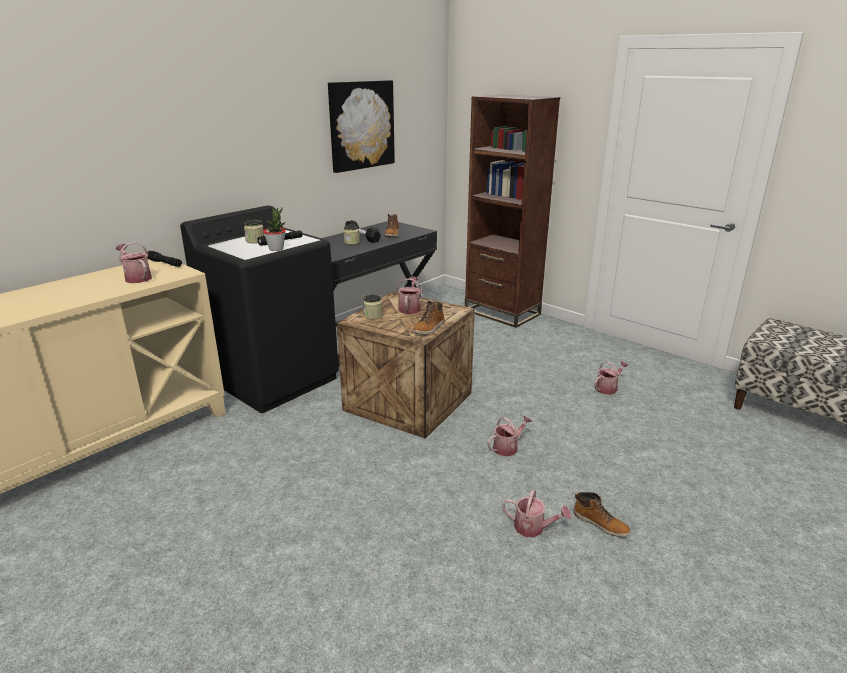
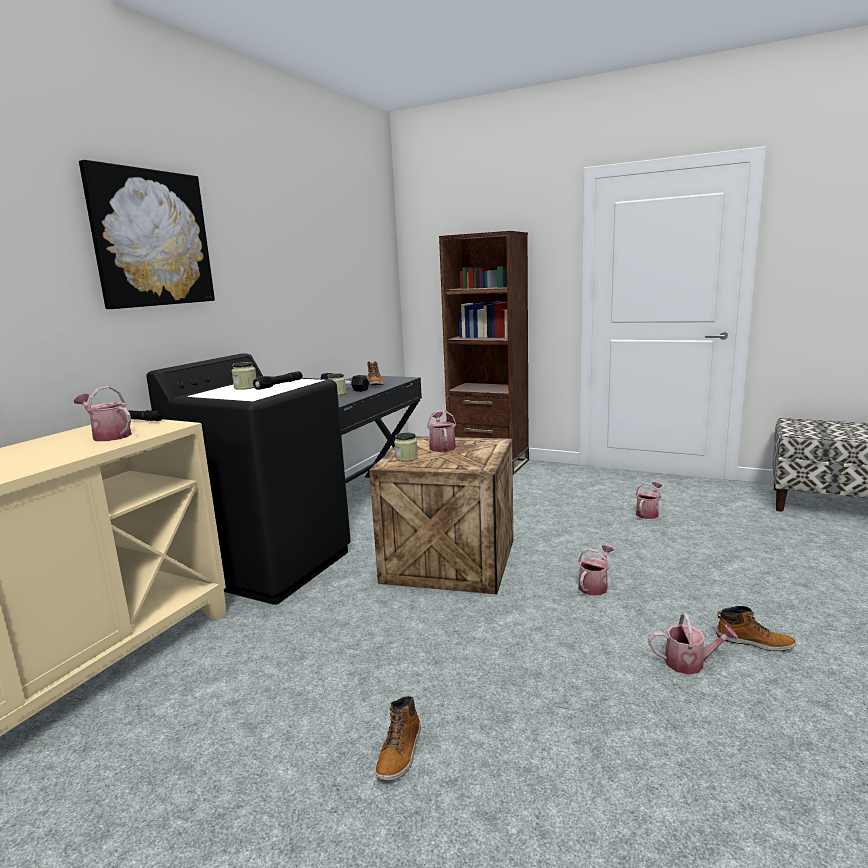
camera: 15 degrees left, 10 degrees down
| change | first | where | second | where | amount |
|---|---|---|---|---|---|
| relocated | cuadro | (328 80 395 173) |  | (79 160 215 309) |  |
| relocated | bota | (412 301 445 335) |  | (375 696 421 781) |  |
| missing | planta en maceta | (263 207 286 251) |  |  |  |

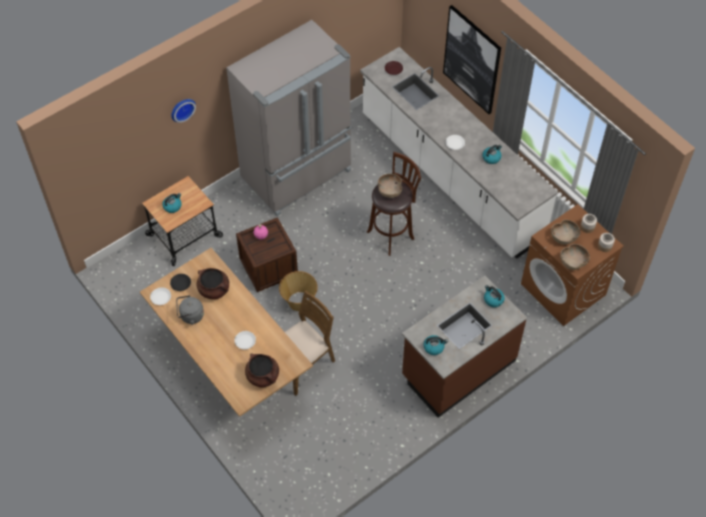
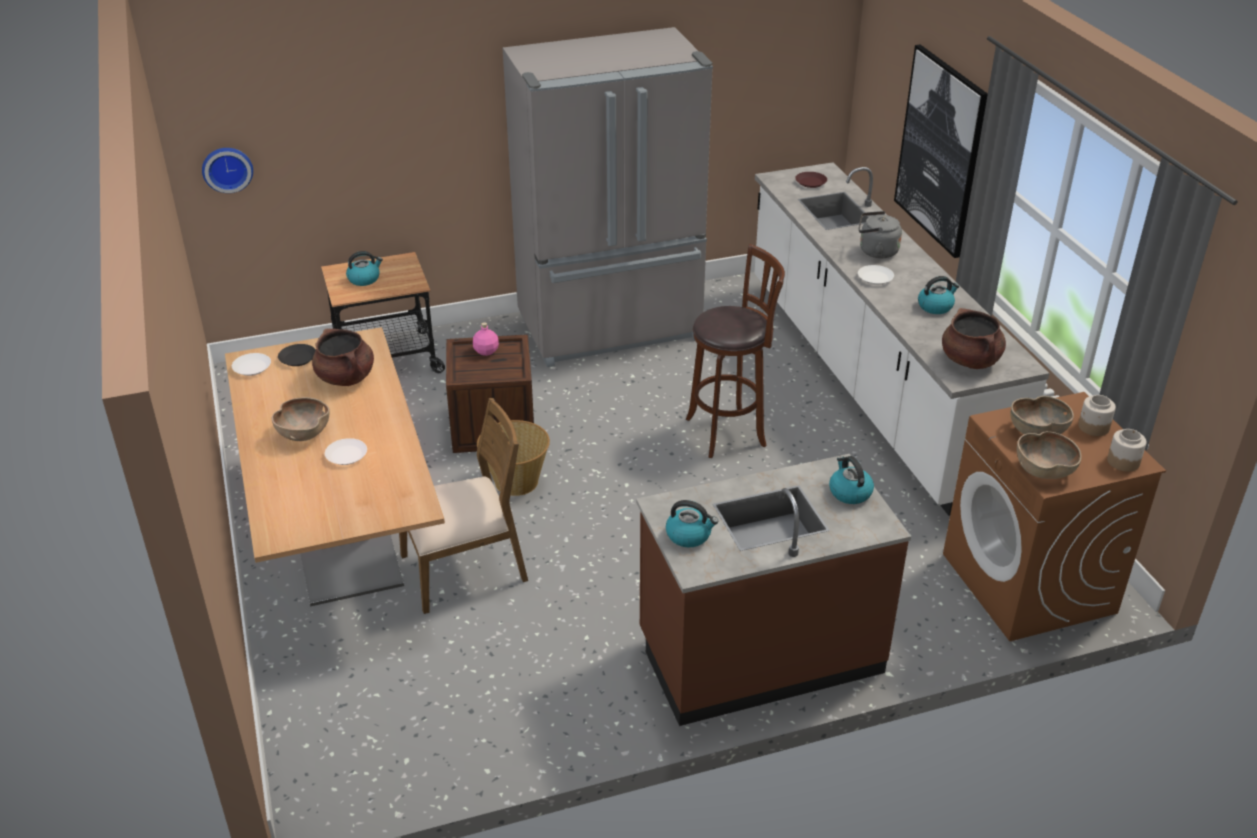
camera: 20 degrees right, 20 degrees down
| change | first | where | second | where | amount |
|---|---|---|---|---|---|
| relocated | reloj de pared | (171 99 196 123) |  | (202 148 253 193) |  |
| relocated | cuenco [marrón] | (378 174 402 198) |  | (272 397 330 441) |  |
| relocated | hervidor [gris] | (176 295 204 325) |  | (859 211 902 258) |  |
| relocated | olla [marrón] | (245 353 279 388) |  | (942 308 1006 369) |  |

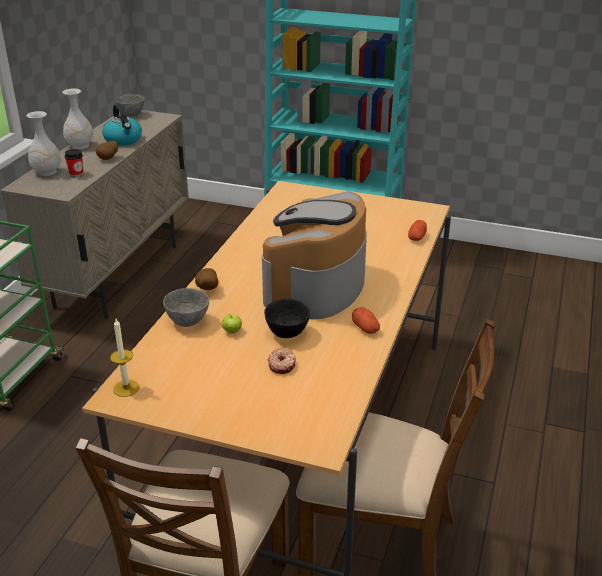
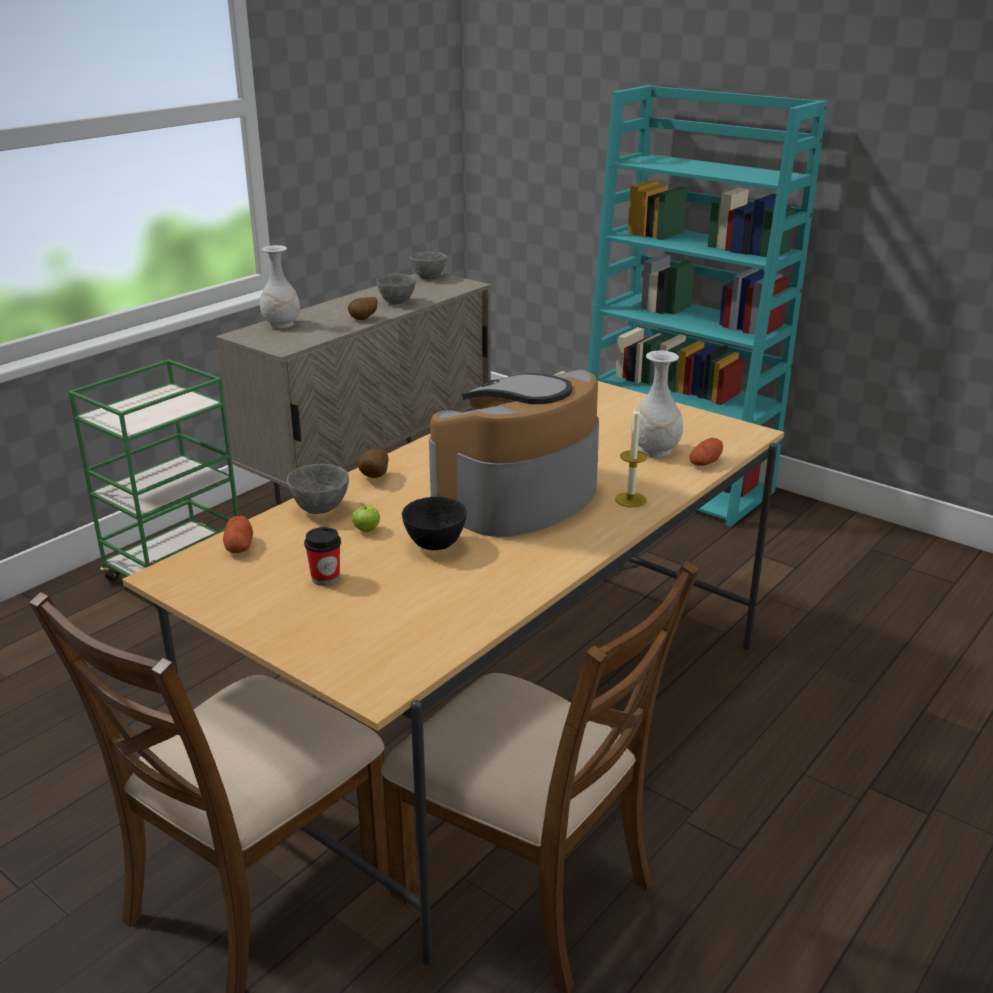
camera: 20 degrees right, 5 degrees down
| change | first | where | second | where | amount |
|---|---|---|---|---|---|
| relocated | patata | (352 307 380 334) |  | (223 516 253 553) |  |
| relocated | taza | (65 149 83 177) |  | (304 527 341 586) |  |
| exchanged | hervidor | (102 103 142 146) | cuenco [gris] | (376 274 416 304) |  |
| relocated | vela | (110 319 140 397) |  | (615 407 647 507) |  |
| relocated | florero [blanco] | (62 88 93 150) |  | (631 351 683 457) |  |
| missing | rosquilla | (268 348 296 374) |  |  |  |

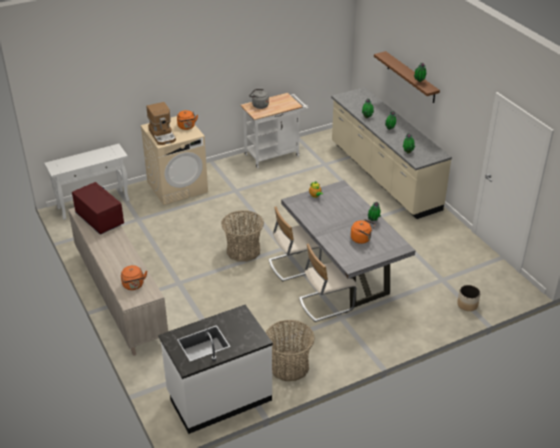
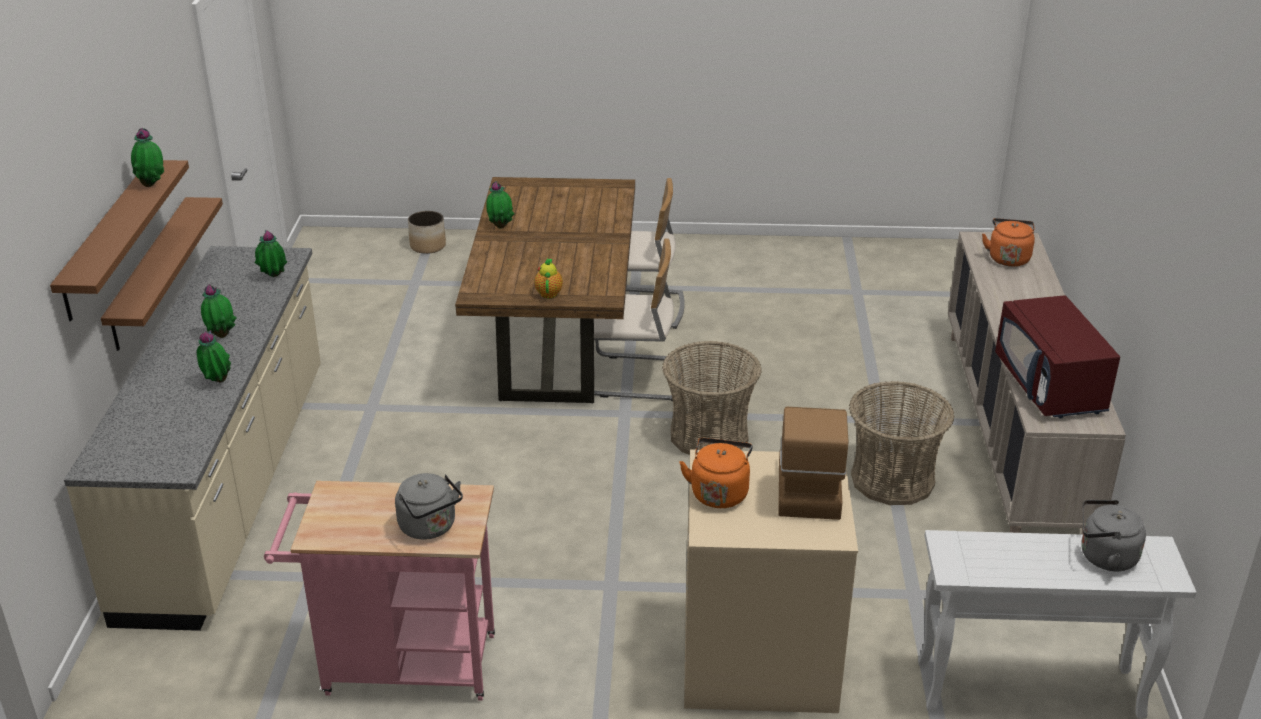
camera: 150 degrees left, 5 degrees down
| change | first | where | second | where | amount |
|---|---|---|---|---|---|
| appeared |  |  | estante [marrón] | (101 197 223 351) |  |
| colour | carrito [blanco] | (240 93 308 168) | carrito [rosa] | (264 481 495 700) |  |
| colour | mesa de comedor [gris] | (281 180 416 308) | mesa de comedor [marrón] | (455 177 635 404) |  |
| relocated | cesta | (266 320 315 381) |  | (849 381 954 505) |  |
| appeared |  |  | hervidor [gris] | (1081 500 1146 571) |  |
| missing | mueble bajo de cocina [blanco] | (158 305 273 434) |  |  |  |
| missing | hervidor [naranja] | (351 219 375 244) |  |  |  |

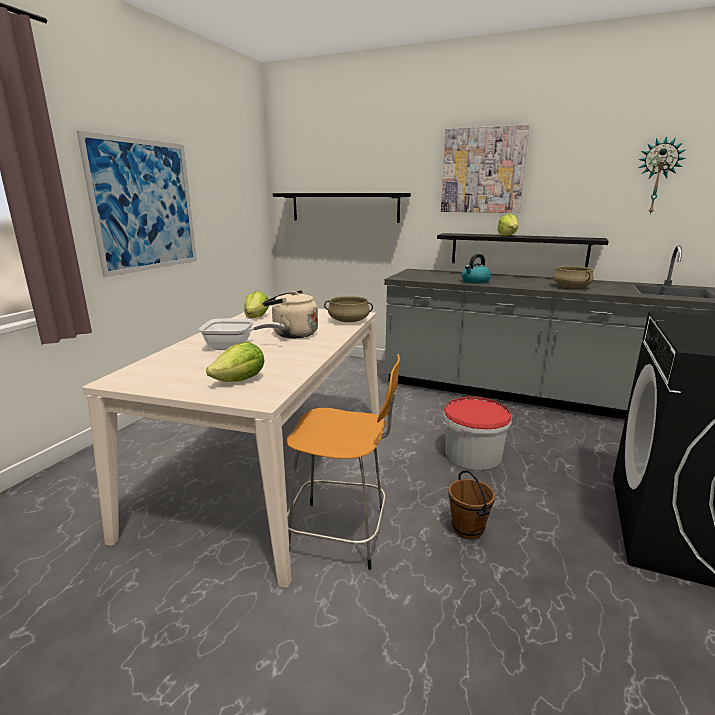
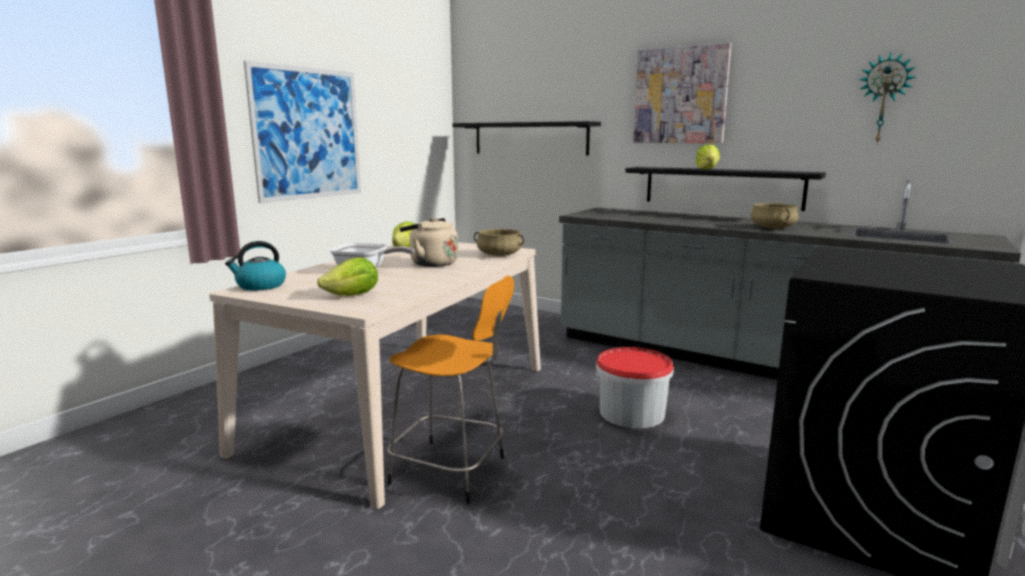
camera: 10 degrees right, 5 degrees down
| change | first | where | second | where | amount |
|---|---|---|---|---|---|
| relocated | hervidor | (462 254 491 284) |  | (225 241 286 290) |  |
| missing | cubo [marrón] | (448 470 495 540) |  |  |  |

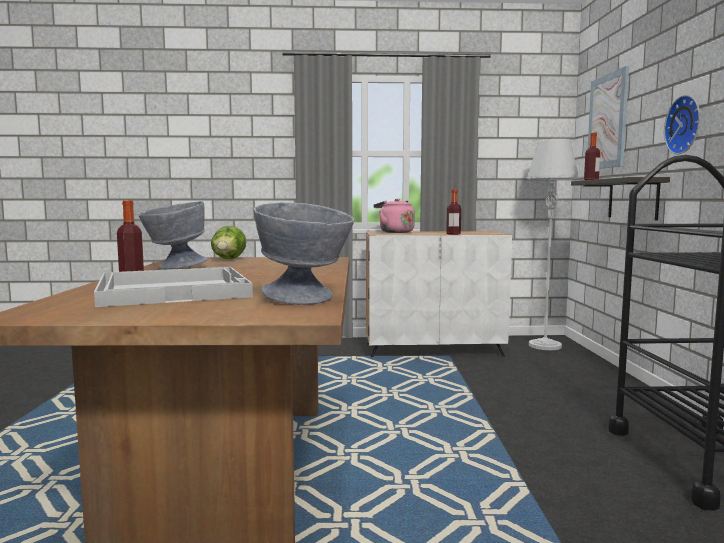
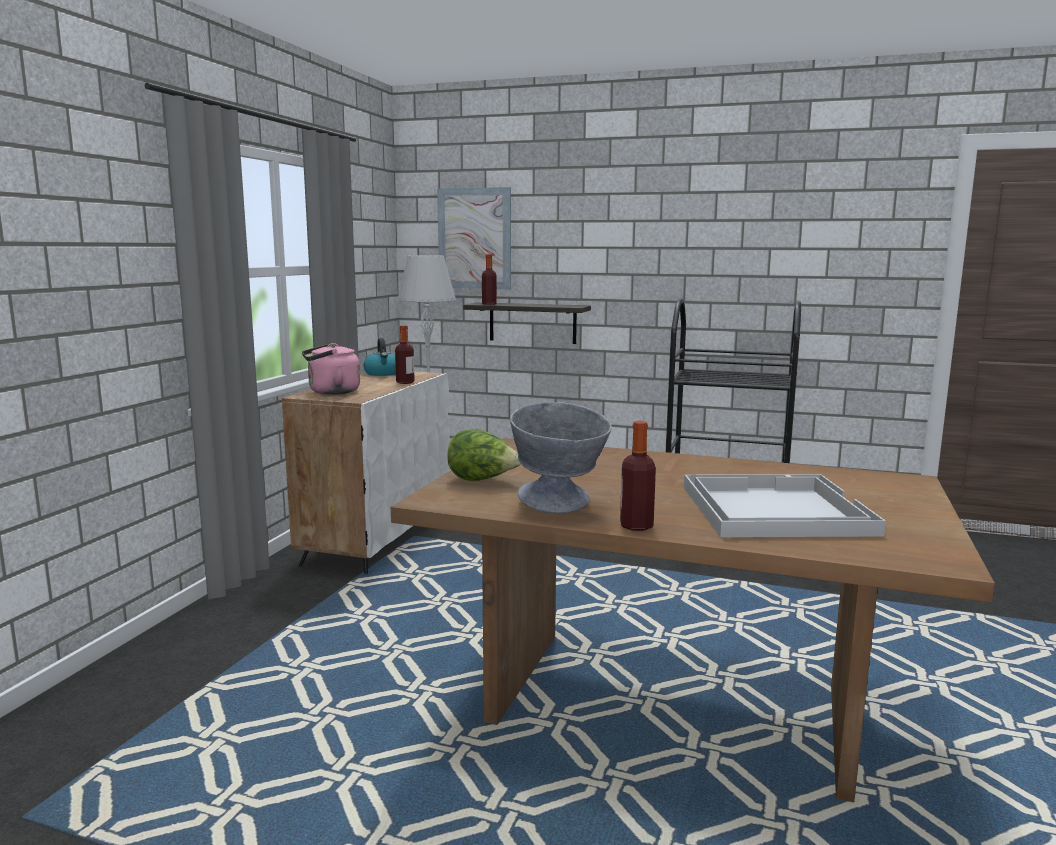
camera: 70 degrees left, 5 degrees up
| change | first | where | second | where | amount |
|---|---|---|---|---|---|
| appeared |  |  | hervidor | (363 338 396 376) |  |
| missing | cuenco [gris] | (254 203 354 305) |  |  |  |
| missing | reloj de pared | (664 95 700 154) |  |  |  |

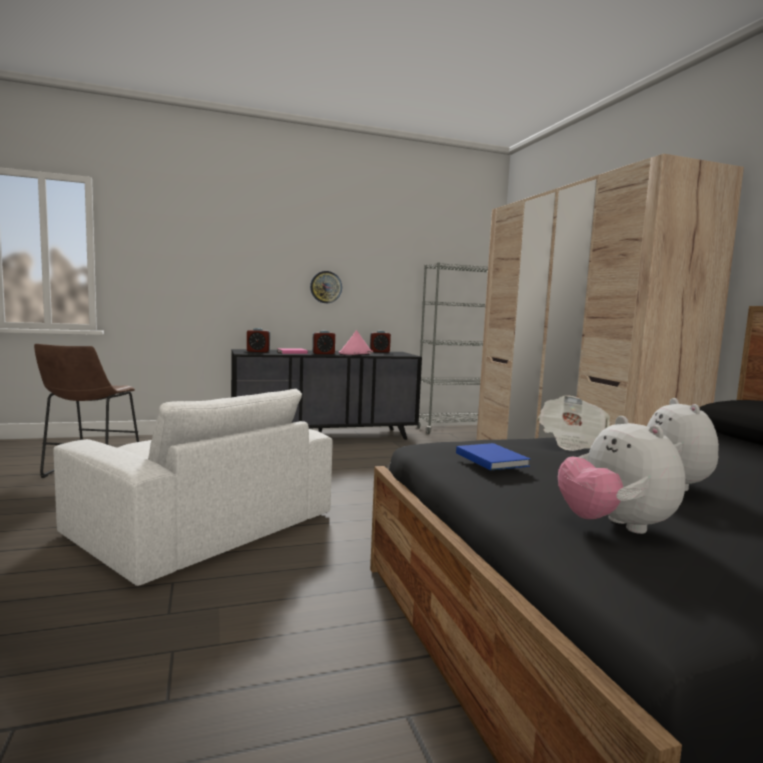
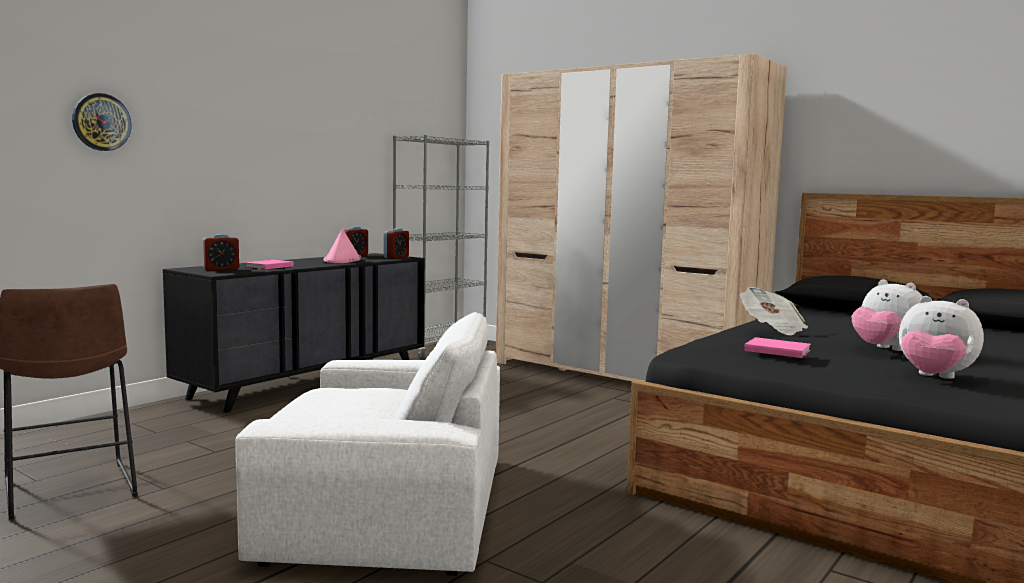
camera: 35 degrees left, 0 degrees up
| change | first | where | second | where | amount |
|---|---|---|---|---|---|
| relocated | reloj de pared | (310 271 342 303) |  | (72 93 132 151) |  |
| relocated | despertador | (312 330 335 354) |  | (384 228 409 259) |  |
| colour | libro [azul] | (456 443 531 471) | libro [rosa] | (744 337 811 358) |  |

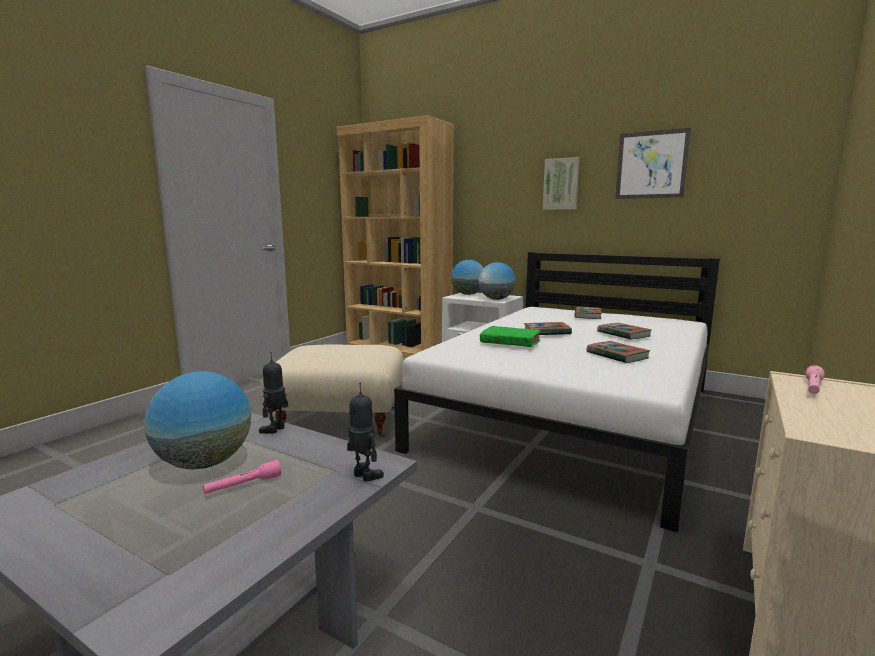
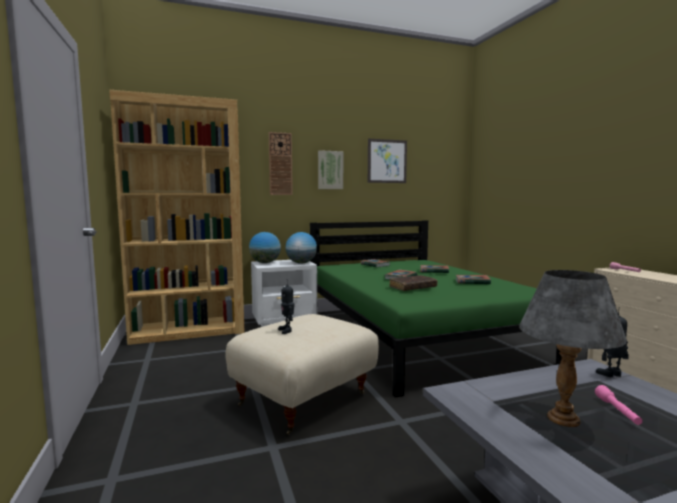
camera: 50 degrees left, 5 degrees down
| change | first | where | second | where | amount |
|---|---|---|---|---|---|
| appeared |  |  | reloj de pared | (269 132 293 195) |  |
| relocated | robot de juguete | (259 352 289 434) |  | (278 284 294 334) |  |
| colour | cama [blanco] | (394 252 720 532) | cama [verde] | (310 220 561 398) |  |
| colour | libro [verde] | (480 326 541 347) | libro [marrón] | (389 275 438 291) |  |
| exchanged | globo terráqueo | (144 371 251 469) | lámpara de mesa [gris] | (519 270 627 427) |  |

